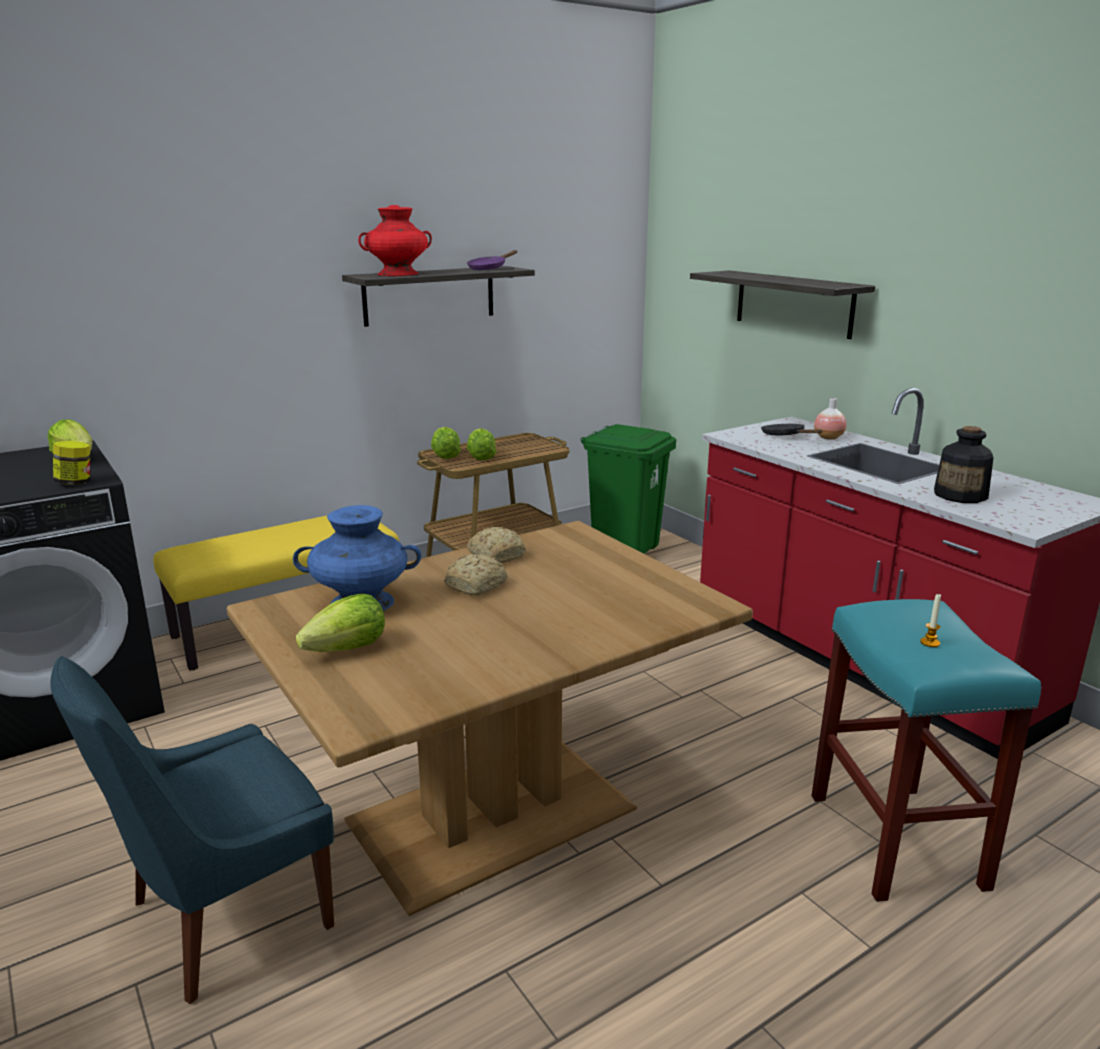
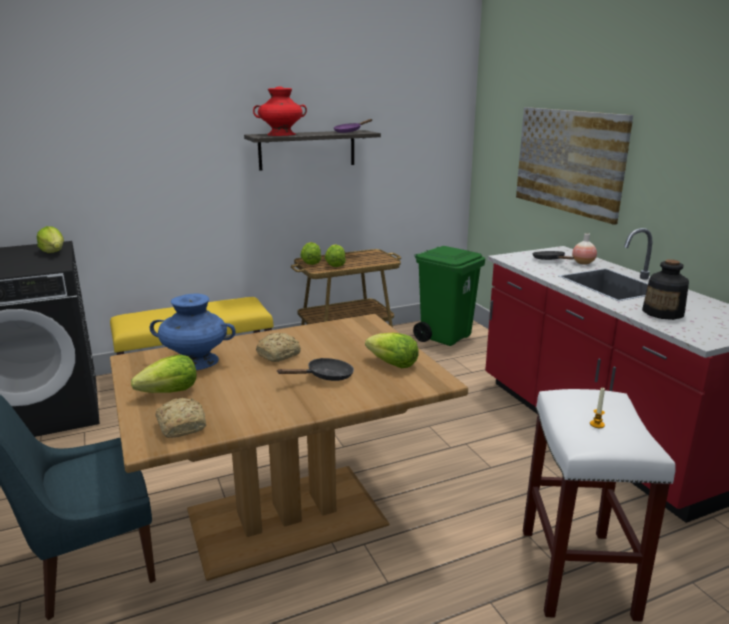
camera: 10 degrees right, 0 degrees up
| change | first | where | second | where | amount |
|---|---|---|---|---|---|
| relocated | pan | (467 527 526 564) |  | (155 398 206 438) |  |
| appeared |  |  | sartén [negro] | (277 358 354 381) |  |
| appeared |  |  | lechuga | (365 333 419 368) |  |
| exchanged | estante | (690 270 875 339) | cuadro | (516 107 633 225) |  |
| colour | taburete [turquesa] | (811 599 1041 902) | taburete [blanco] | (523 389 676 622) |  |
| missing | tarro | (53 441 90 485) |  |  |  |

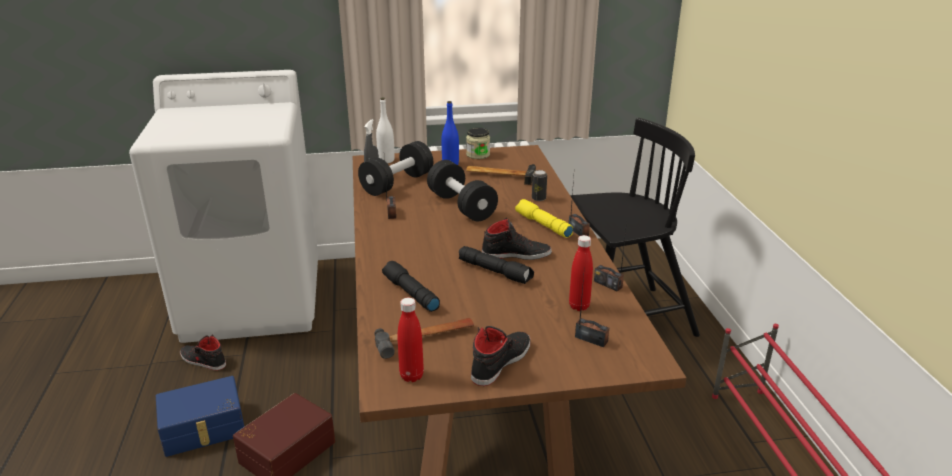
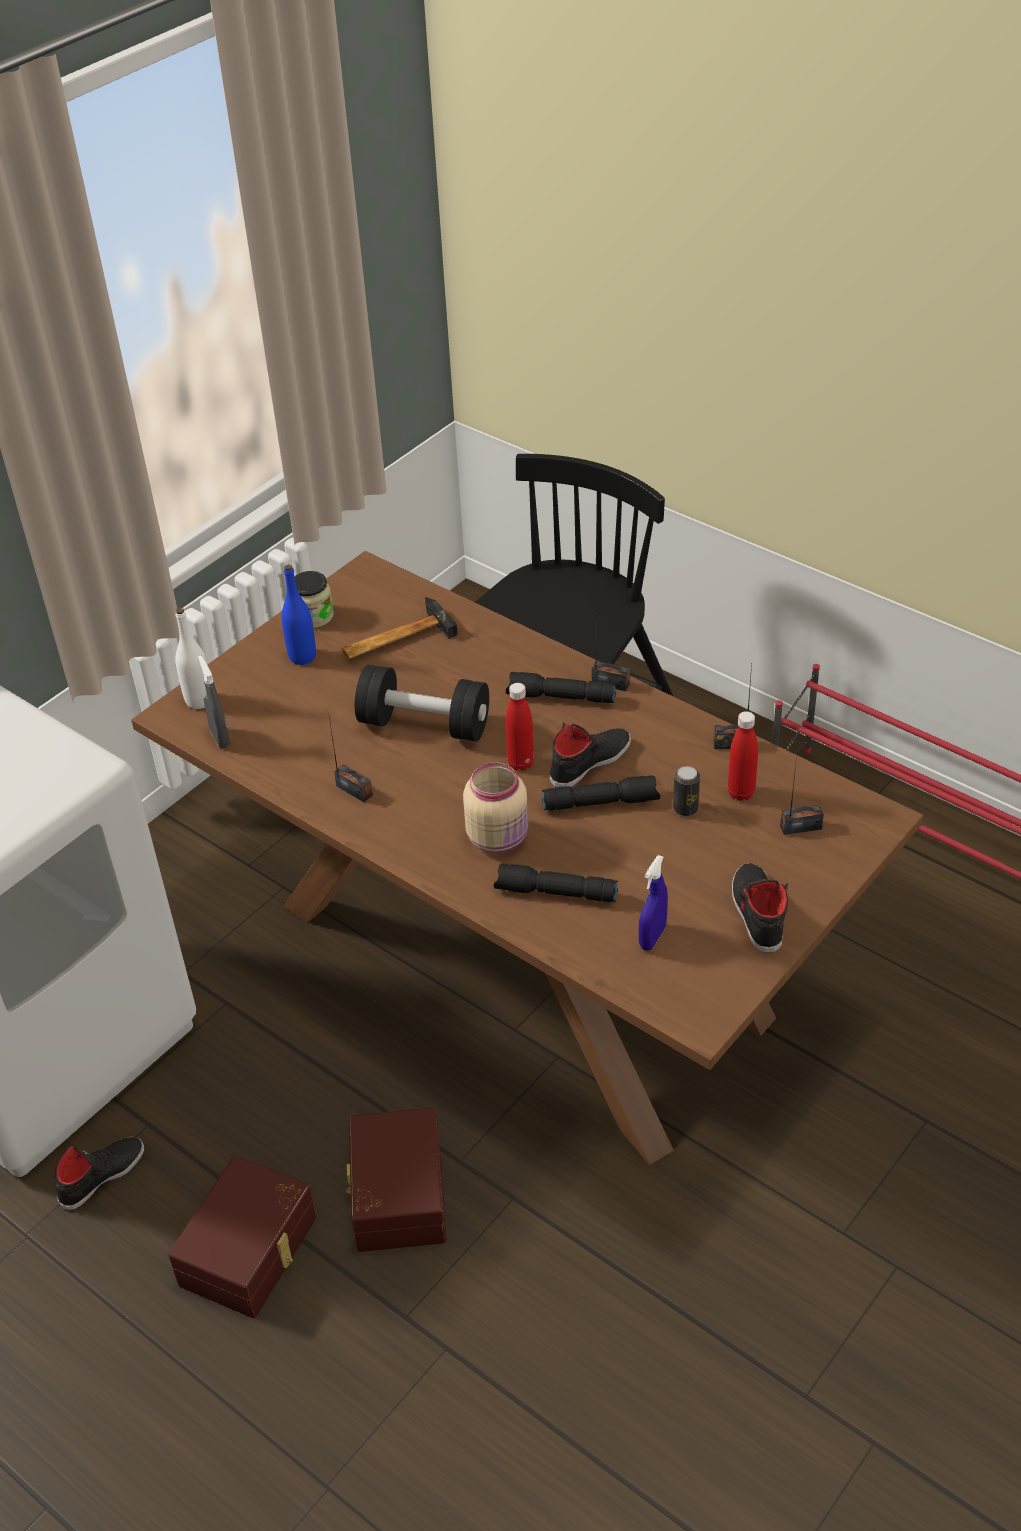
camera: 40 degrees left, 15 degrees up
| change | first | where | second | where | amount |
|---|---|---|---|---|---|
| spun | zapato [negro] | (180 334 226 371) |  | (54 1137 144 1210) | 150 degrees clockwise |
| colour | caja de almacenaje [azul] | (156 376 244 457) | caja de almacenaje [marrón] | (168 1155 317 1318) |  |
| appeared |  |  | tarro [beis] | (463 762 528 854) |  |
| colour | linterna [amarillo] | (515 199 573 238) | linterna [negro] | (506 672 616 703) |  |
| relocated | botella [rojo] | (397 298 424 382) |  | (506 683 534 771) |  |
| exchanged | martillo | (374 318 474 359) | pulverizador [azul] | (639 855 668 950) |  |
| relocated | lata | (532 170 547 201) |  | (673 766 700 816) |  |
| missing | mancuerna [negro] | (358 141 433 196) |  |  |  |

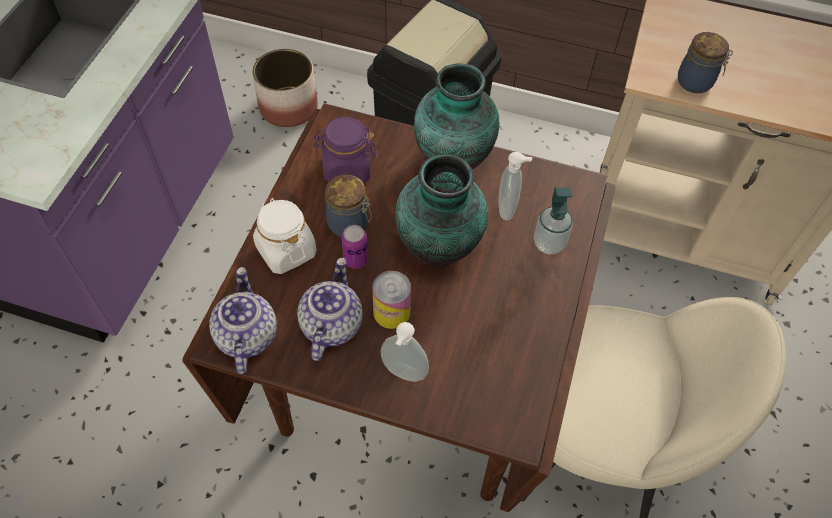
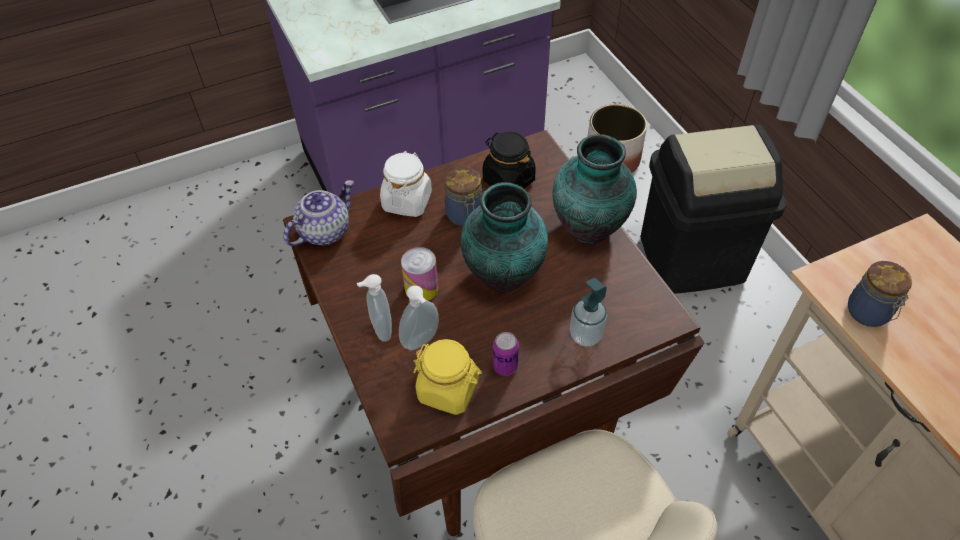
camera: 50 degrees right, 5 degrees down
| change | first | where | second | where | amount |
|---|---|---|---|---|---|
| relocated | dispensador de jabón | (499 152 532 221) |  | (399 286 439 350) |  |
| appeared |  |  | tarro [amarillo] | (413 339 482 415) |  |
| colour | tarro [morado] | (313 117 377 183) | tarro [negro] | (483 132 536 189) |  |
| relocated | lata | (341 225 368 269) |  | (493 332 519 376) |  |
| missing | tetera | (297 258 363 361) |  |  |  |

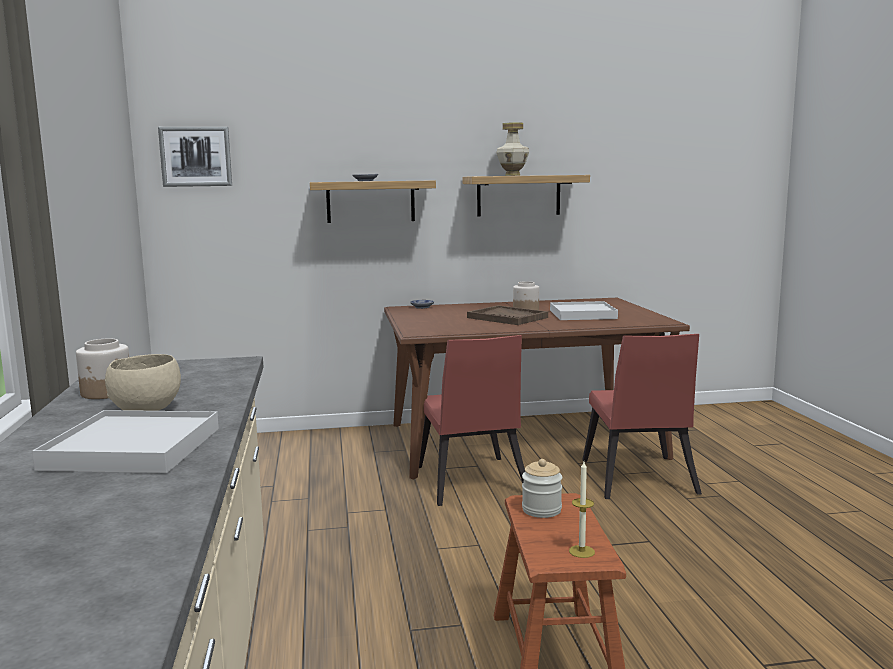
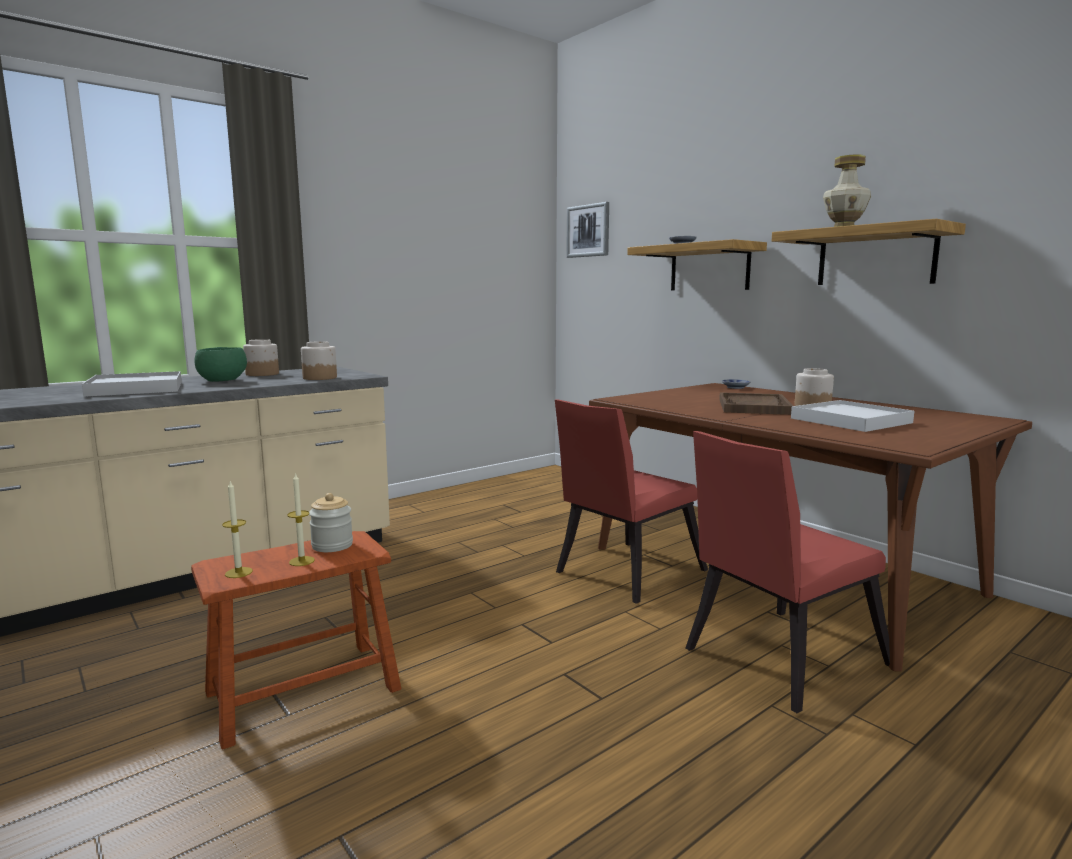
camera: 60 degrees right, 0 degrees up
| change | first | where | second | where | amount |
|---|---|---|---|---|---|
| colour | cuenco [beis] | (105 354 181 411) | cuenco [verde] | (194 347 247 382) |  |
| appeared |  |  | vela | (287 473 315 566) |  |
| appeared |  |  | tarro | (301 341 337 380) |  |

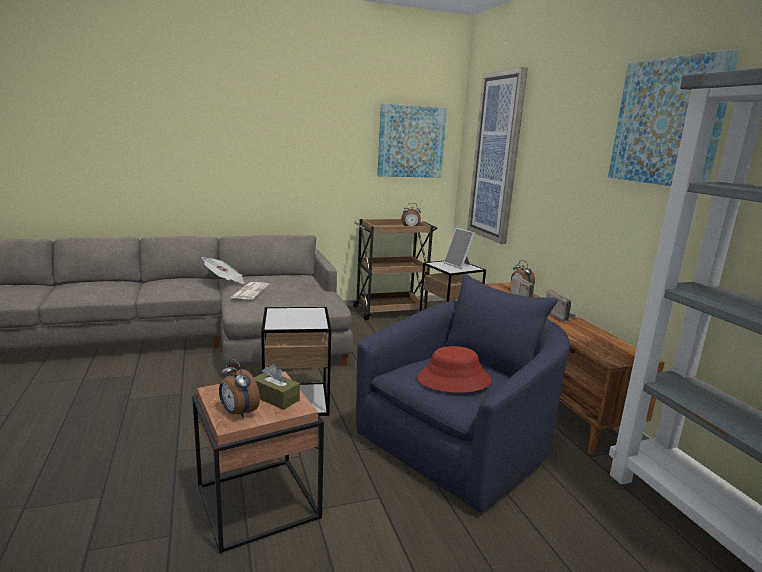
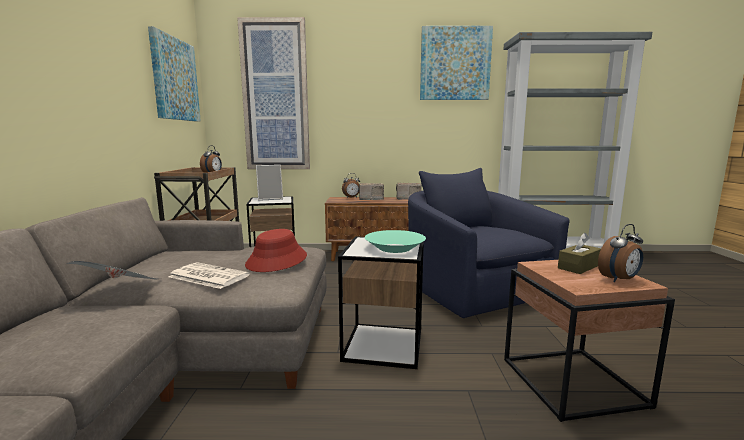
camera: 70 degrees left, 5 degrees down
| change | first | where | second | where | amount |
|---|---|---|---|---|---|
| relocated | sombrero [rojo] | (417 346 492 393) |  | (245 229 307 272) |  |
| appeared |  |  | cuenco [turquesa] | (365 230 426 253) |  |

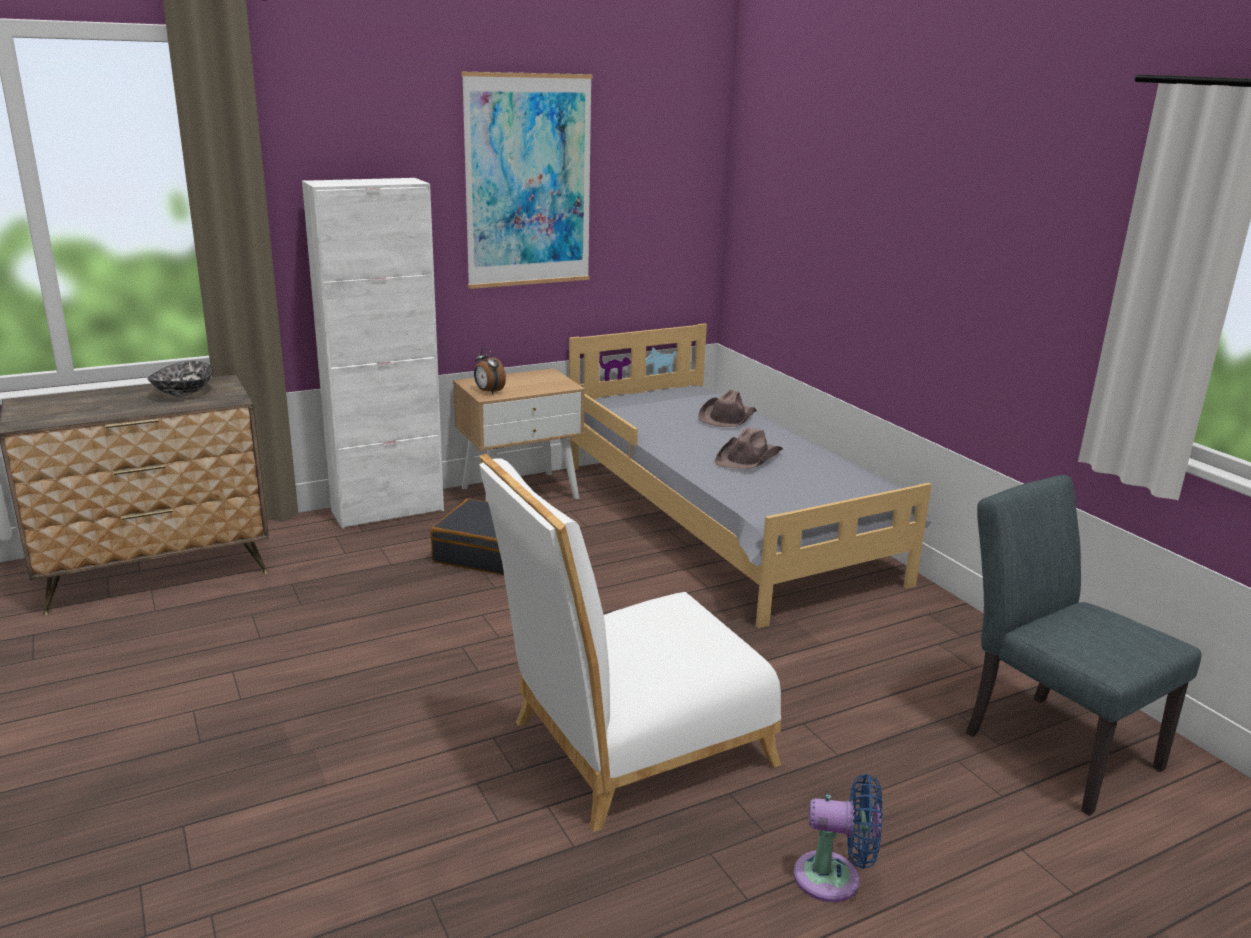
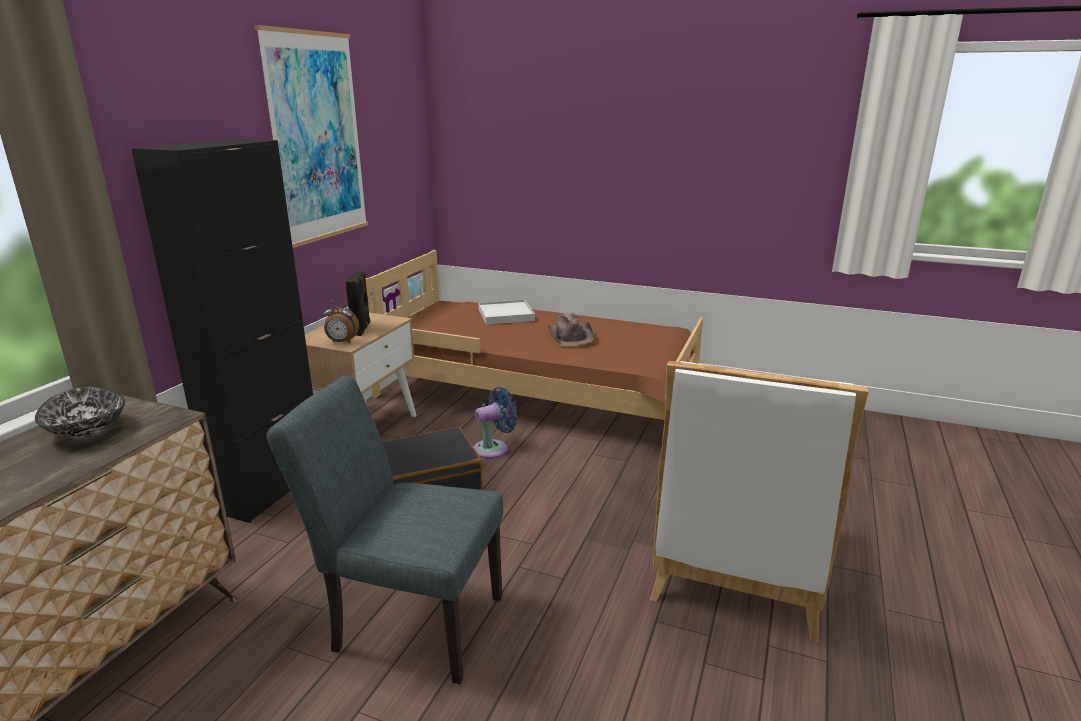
camera: 40 degrees left, 0 degrees up
| change | first | where | second | where | amount |
|---|---|---|---|---|---|
| colour | armario [blanco] | (302 178 444 529) | armario [negro] | (131 139 313 523) |  |
| relocated | silla [gris] | (966 475 1202 816) |  | (266 375 503 685) |  |
| appeared |  |  | altavoz [negro] | (346 271 370 336) |  |
| colour | cama [gris] | (569 323 932 628) | cama [marrón] | (366 250 703 420) |  |
| relocated | ventilador [azul] | (794 774 882 902) |  | (474 387 518 459) |  |
| exchanged | sombrero [marrón] | (698 390 757 427) | bandeja [blanco] | (478 299 535 325) |  |

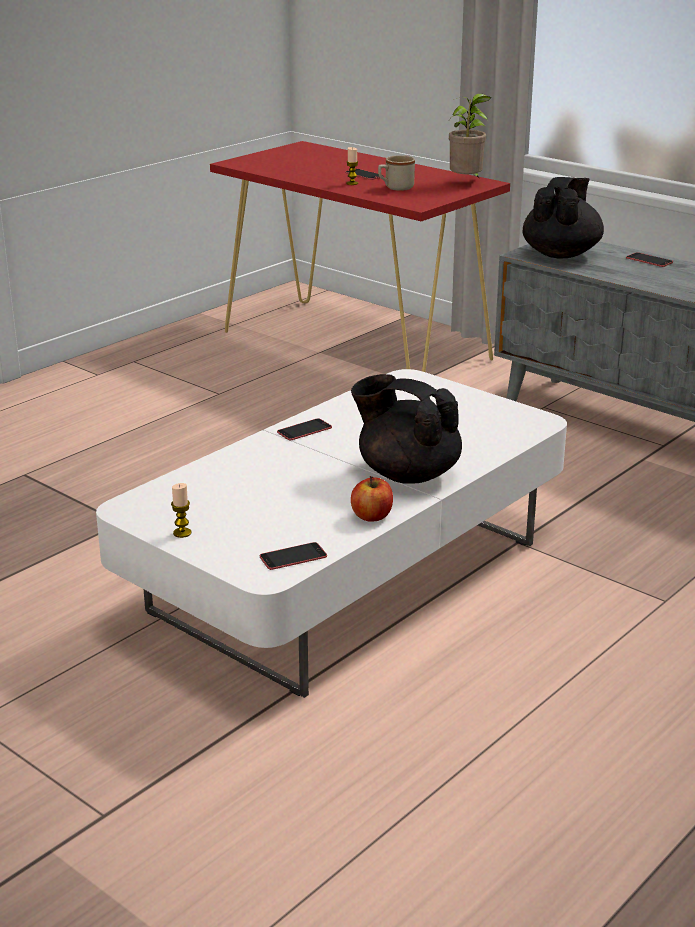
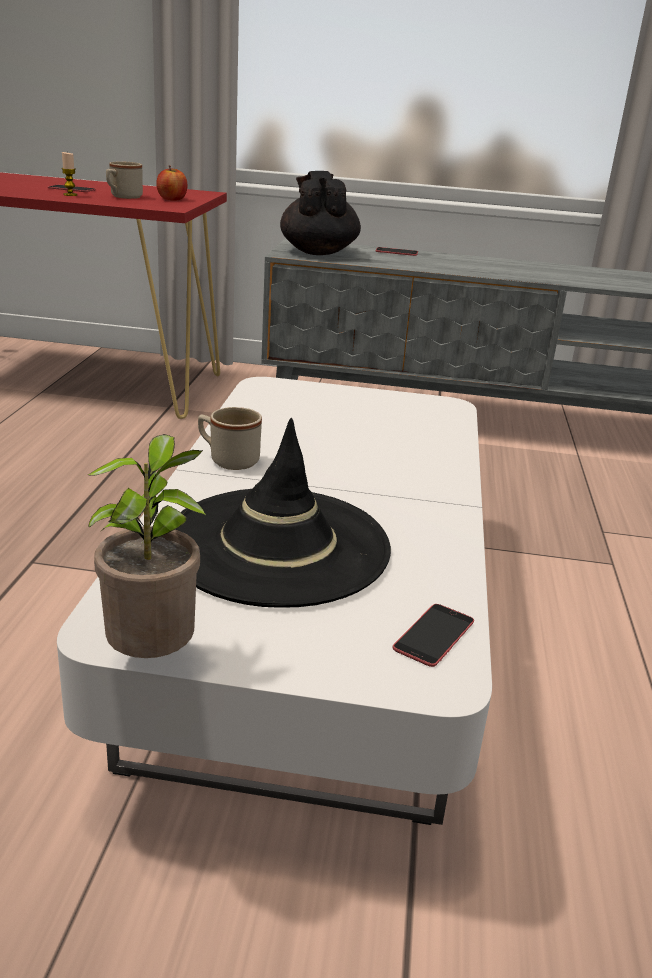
camera: 35 degrees left, 0 degrees up
| change | first | where | second | where | amount |
|---|---|---|---|---|---|
| relocated | planta en maceta | (449 93 491 179) |  | (88 434 206 658) |  |
| relocated | manzana | (351 476 393 522) |  | (156 166 187 201) |  |
| appeared |  |  | sombrero [negro] | (175 418 391 608) |  |
| exchanged | móvil | (277 418 332 441) | taza grande [beis] | (198 407 262 470) |  |
| missing | vela | (171 483 191 538) |  |  |  |
| missing | tetera [negro] | (351 374 462 484) |  |  |  |

